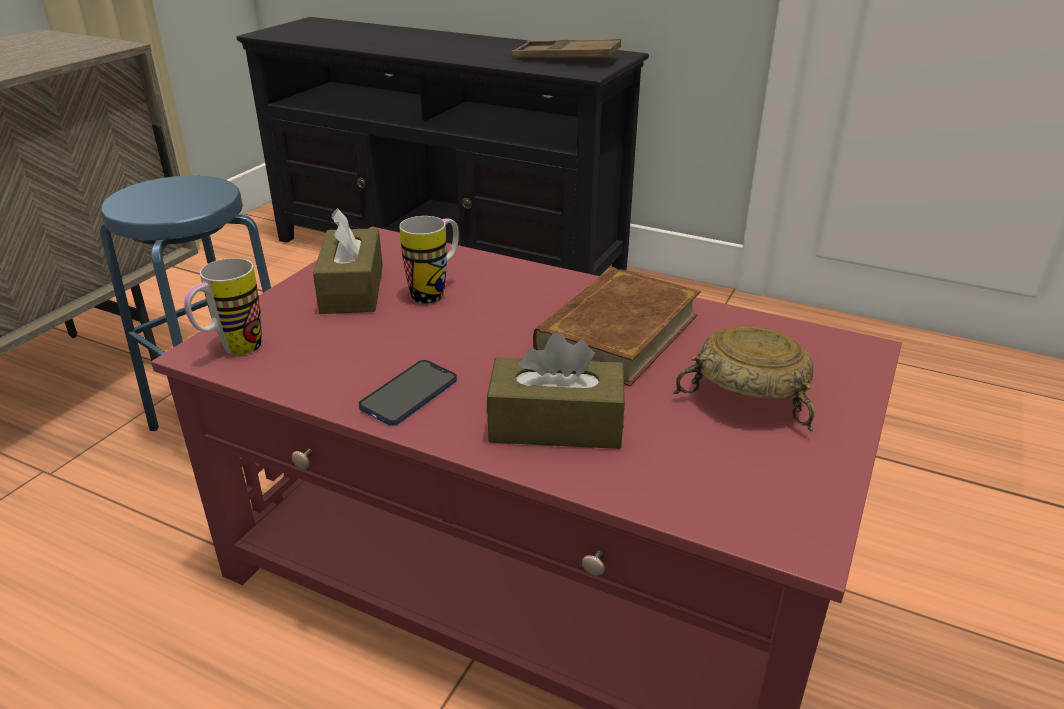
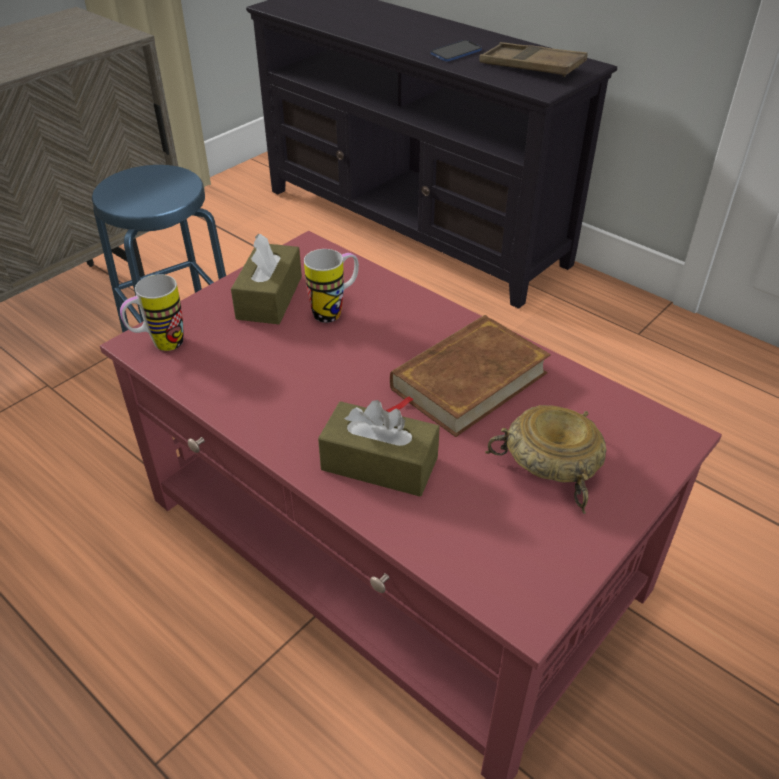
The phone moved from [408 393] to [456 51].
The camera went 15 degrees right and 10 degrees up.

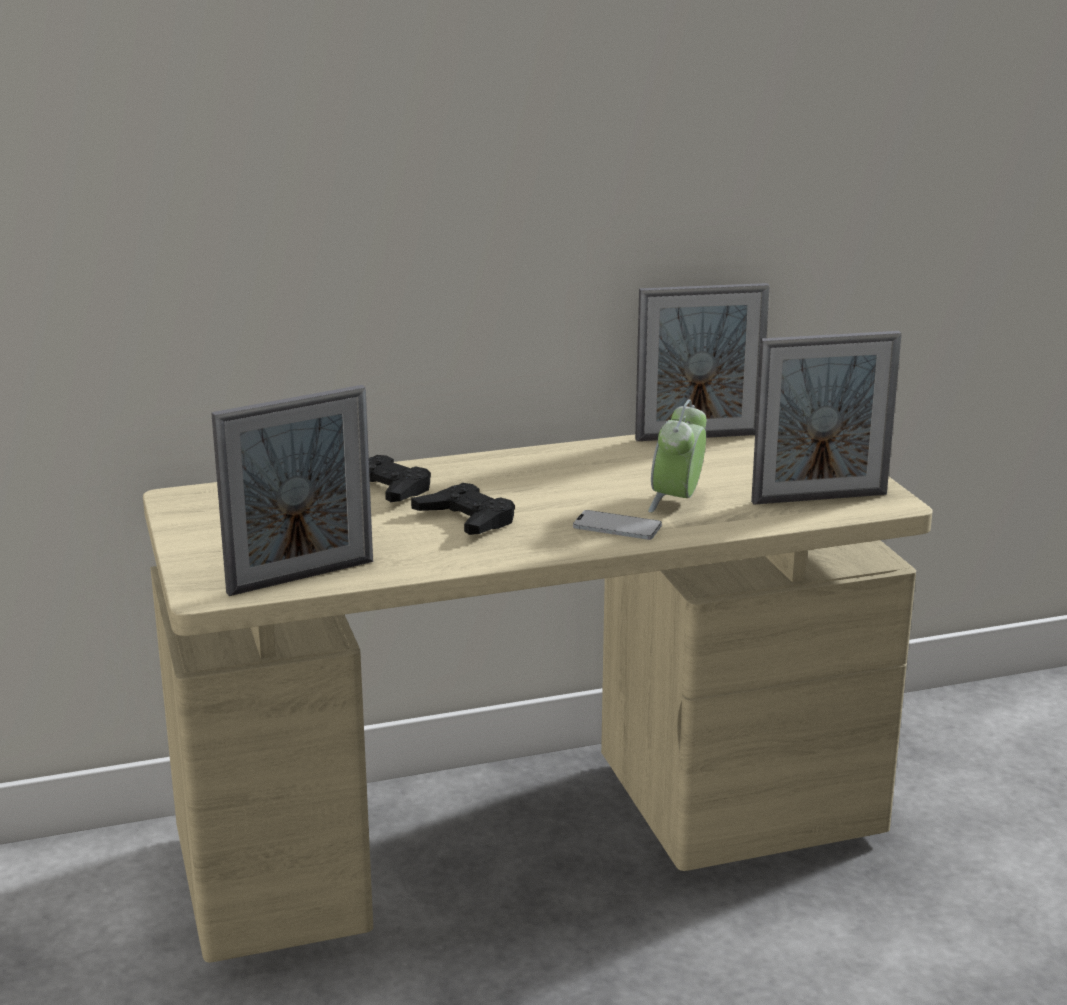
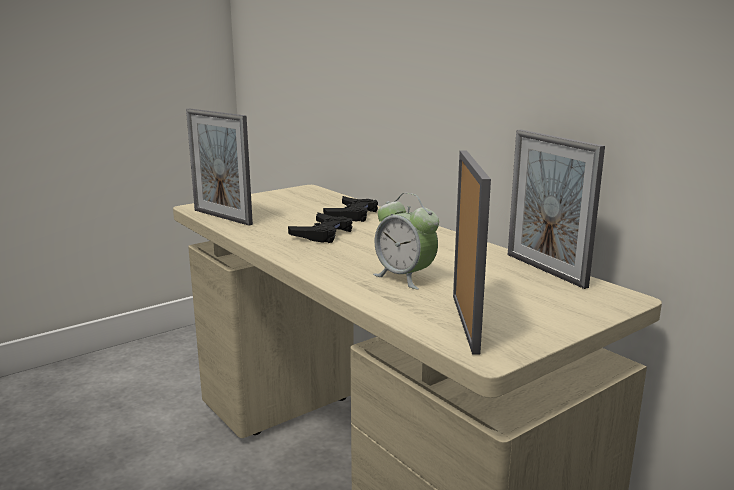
The alarm clock at [677 456] turned 135 degrees counterclockwise.
The picture frame at [826 417] turned 150 degrees counterclockwise.
The phone at [617 525] disappeared.
The camera went 70 degrees right and 5 degrees down.

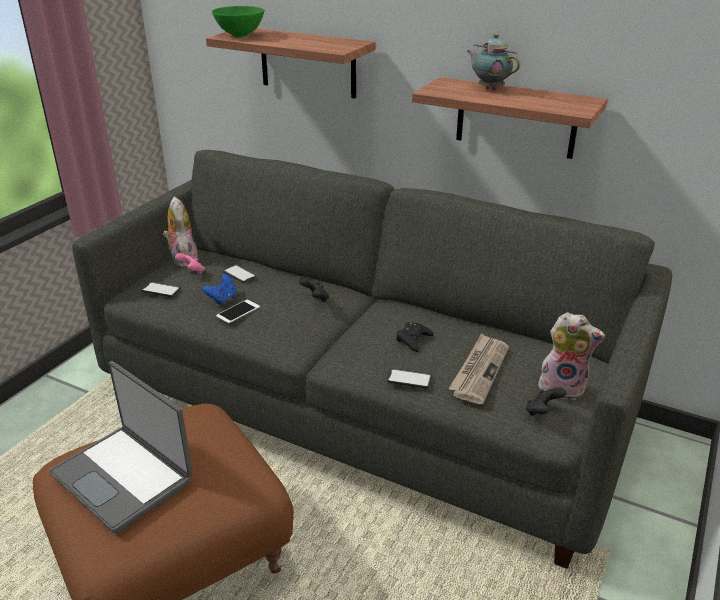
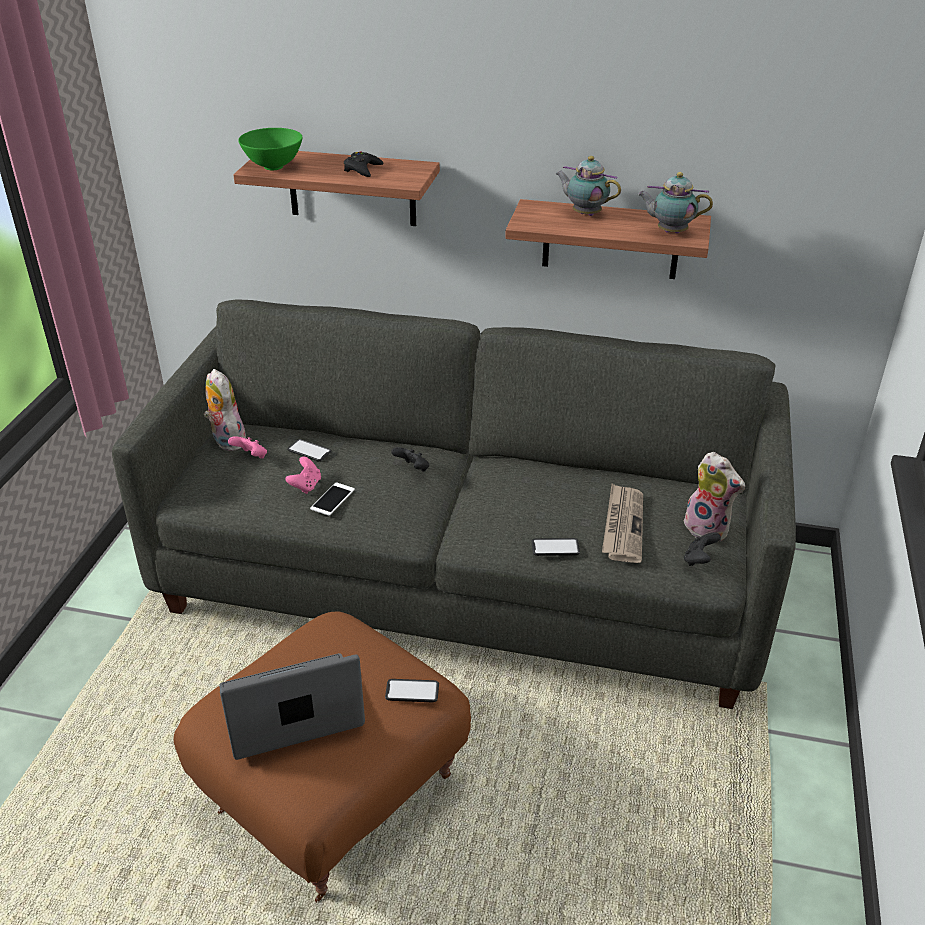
The laptop at [121 447] turned 135 degrees clockwise.
The game controller in blue at [220 289] became the game controller in pink at [303 475].
The game controller in black moved from [415 337] to [363 164].
The phone moved from [161 289] to [412 690].
The teapot at [675 202] appeared.
The plush toy at [571 356] turned 45 degrees clockwise.
The camera went 15 degrees left and 5 degrees up.

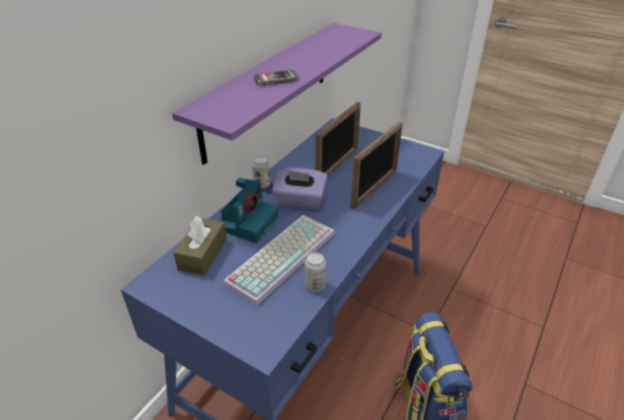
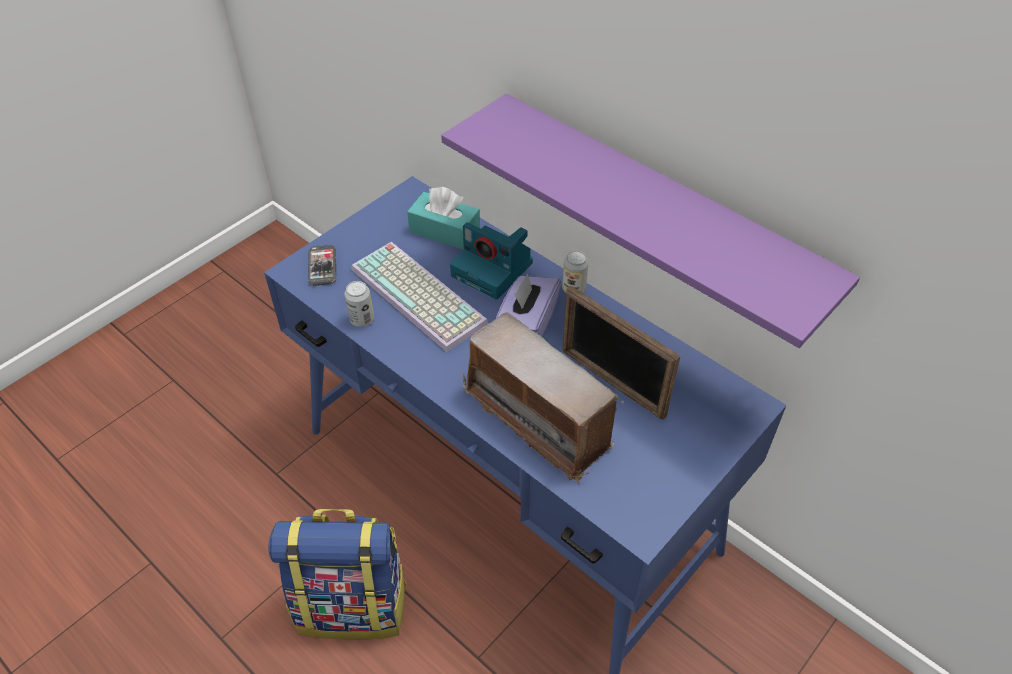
The phone moved from [276 78] to [322 265].
The tissue box in brown at [200 246] became the tissue box in turquoise at [443 218].
The picture frame at [376 165] was replaced by the radio at [544 397].
The camera went 100 degrees right and 10 degrees up.

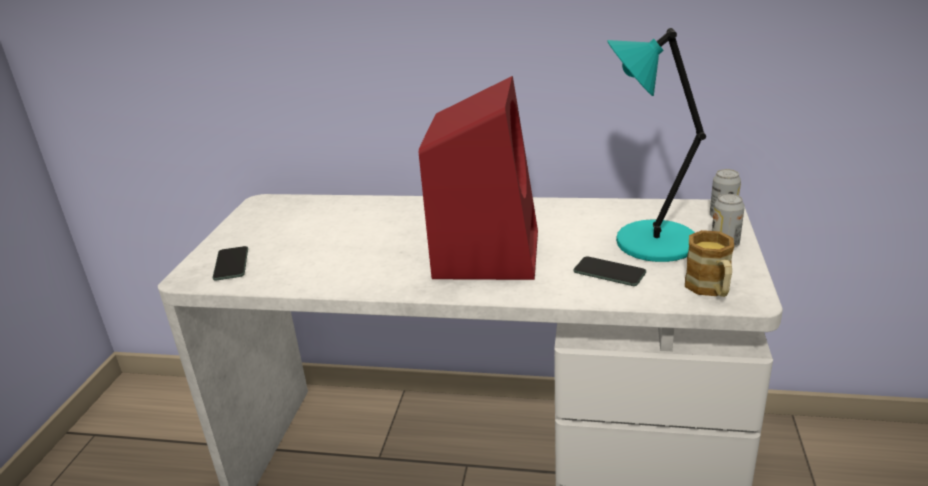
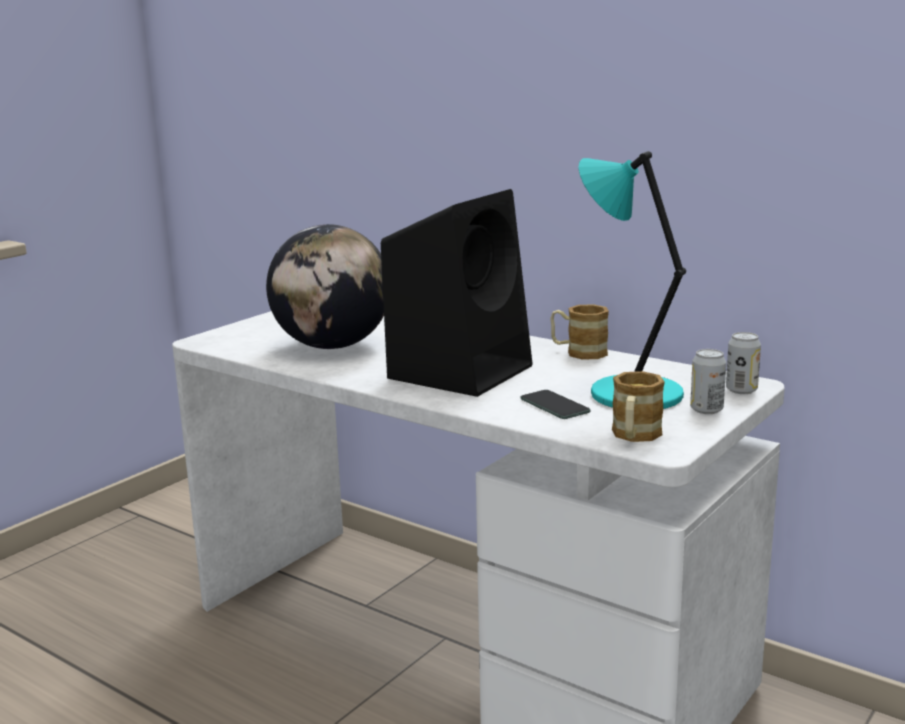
The globe at [325 286] appeared.
The speaker in red at [478 178] became the speaker in black at [456 293].
The mug at [579 332] appeared.
The phone at [230 263] disappeared.
The camera went 25 degrees right and 10 degrees down.

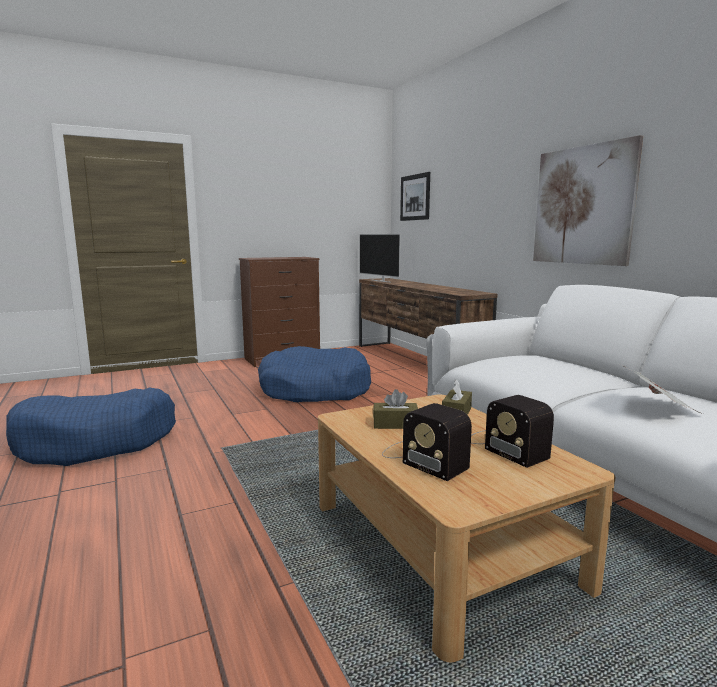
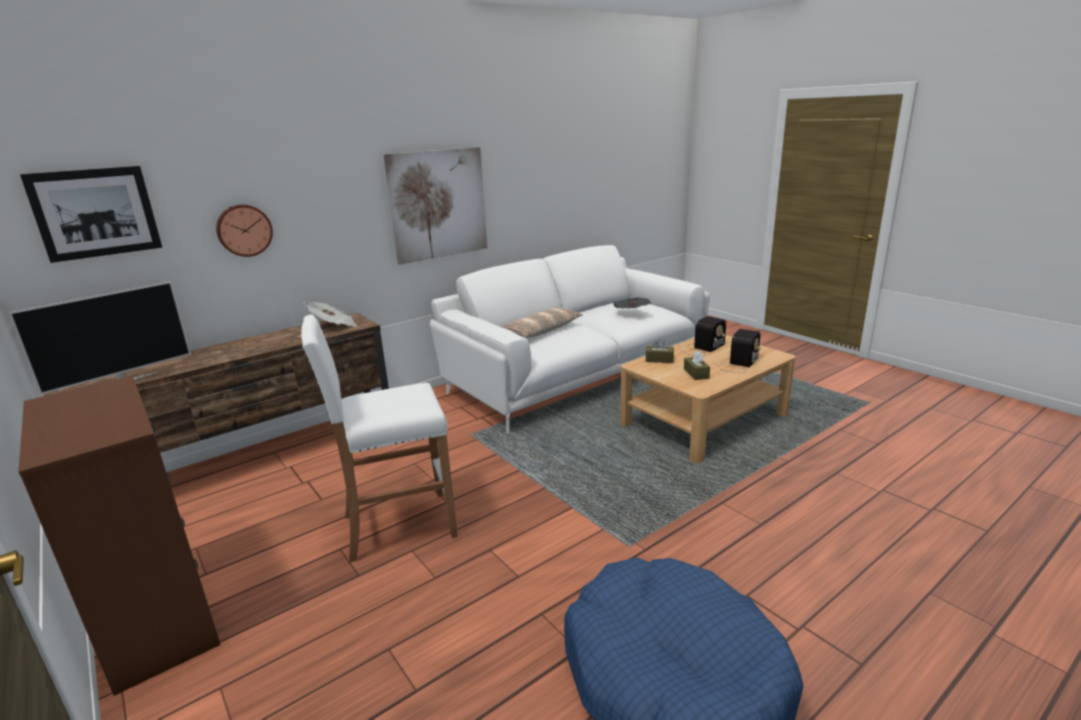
The wall clock at [244 230] appeared.
The dog bed in blue at [314 374] was replaced by the stool in white at [379 438].
The newspaper at [330 314] appeared.
The pillow at [542 322] appeared.
The camera went 100 degrees left and 10 degrees up.

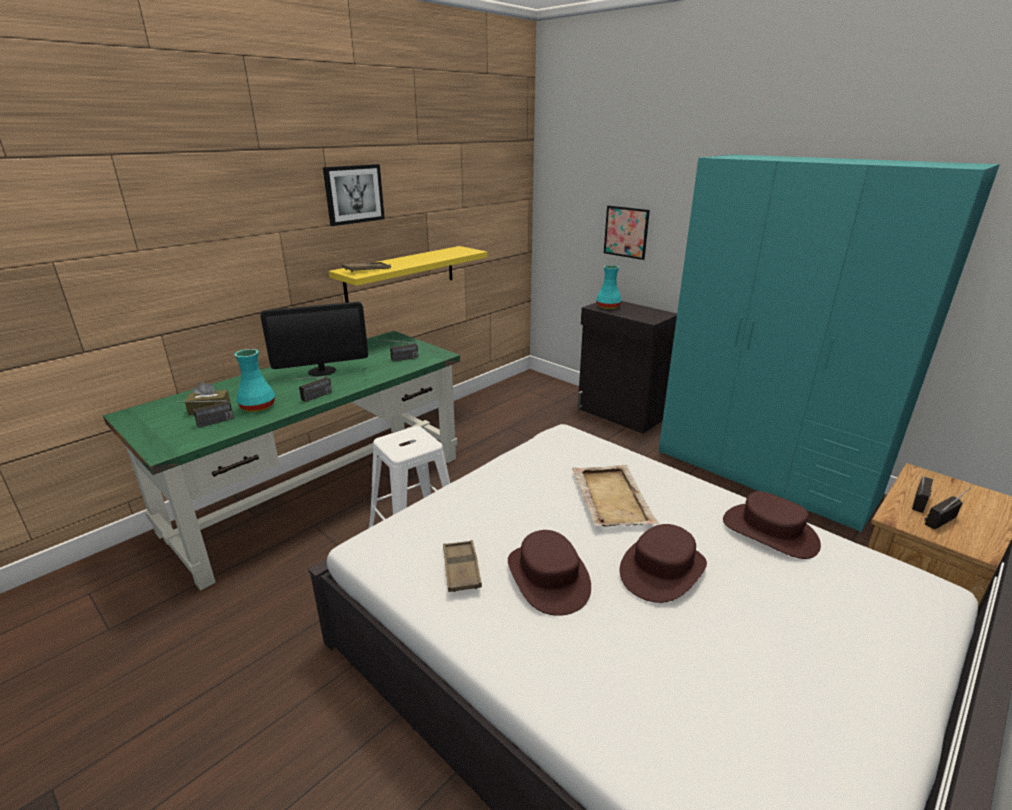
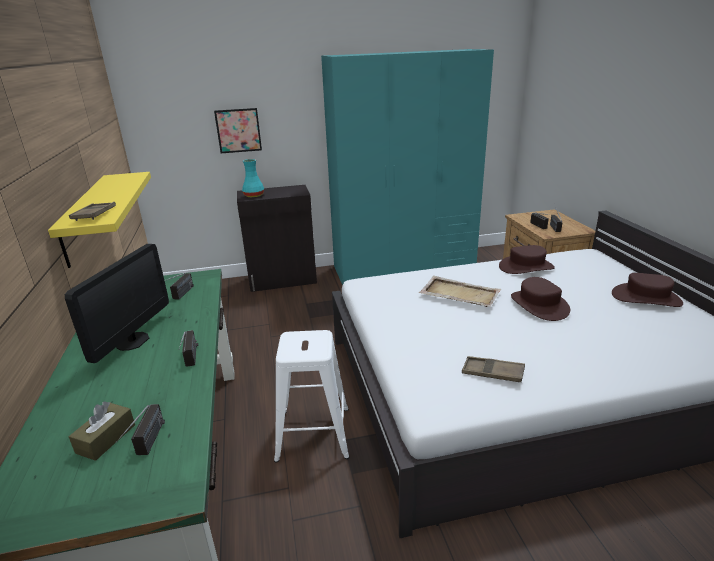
The hat in brown moved from [549 573] to [647 290].
The vase in turquoise at [254 380] disappeared.
The picture at [354 195] disappeared.
The camera went 55 degrees left and 0 degrees up.

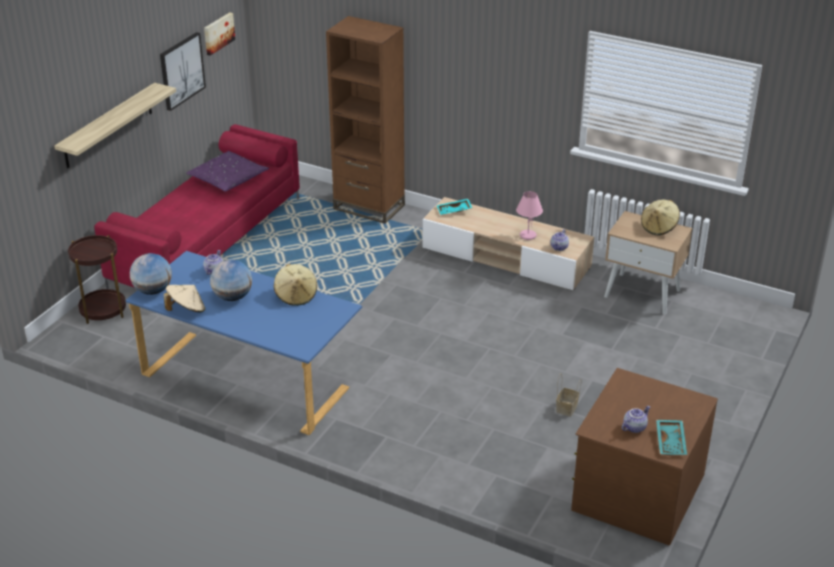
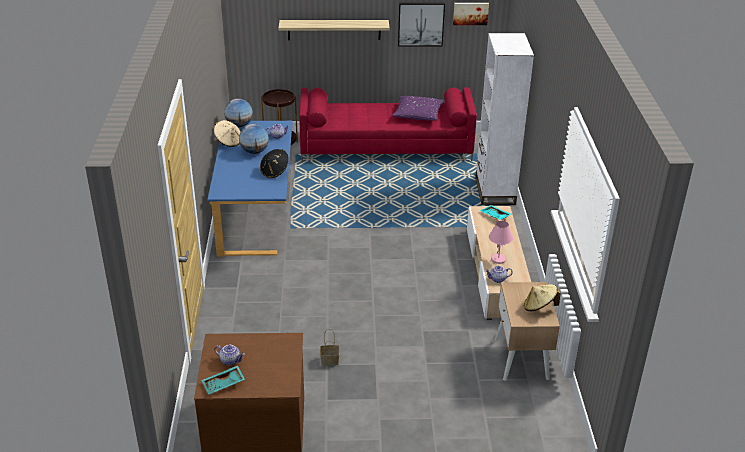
The hat in beige at [295 285] became the hat in black at [274 163].
The bookcase in brown at [365 120] became the bookcase in white at [504 119].
The camera went 60 degrees right and 0 degrees up.

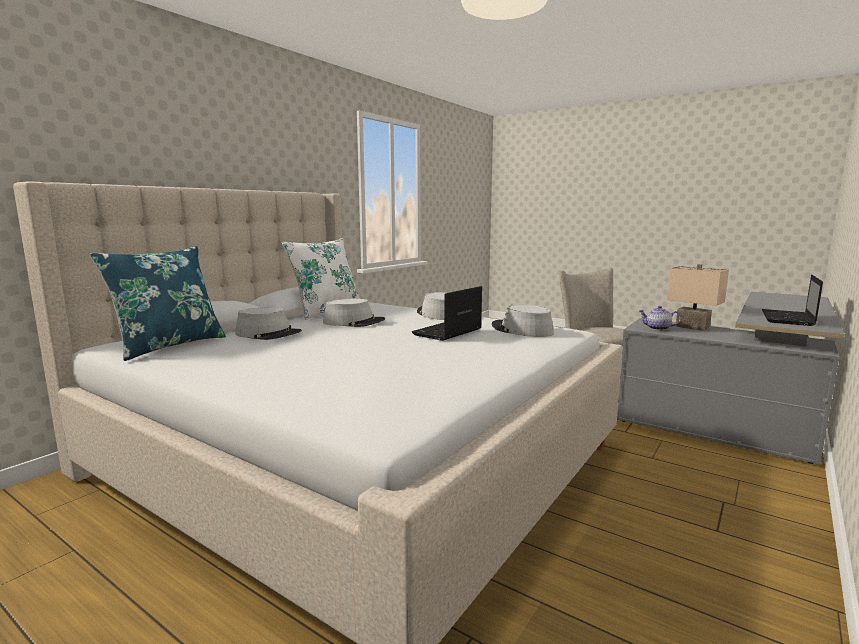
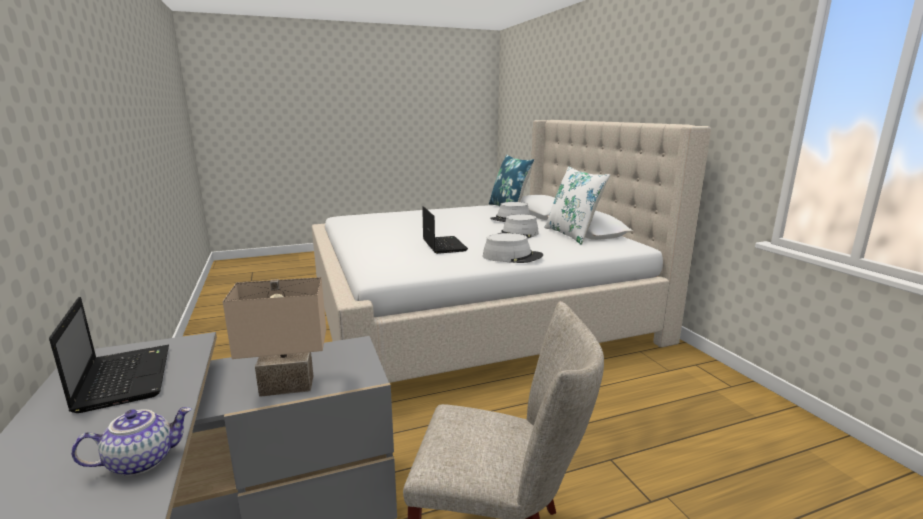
The teapot moved from [659 318] to [131 441].
The hat in grey at [523 320] disappeared.
The camera went 125 degrees right and 5 degrees up.

